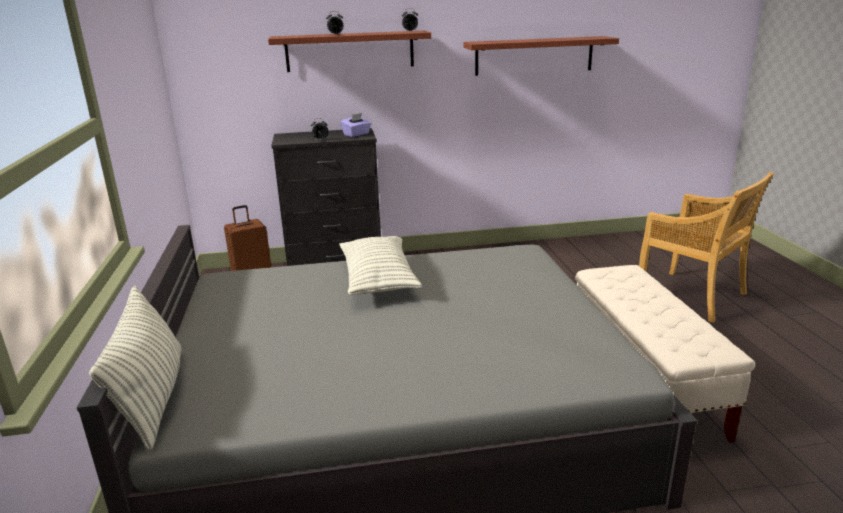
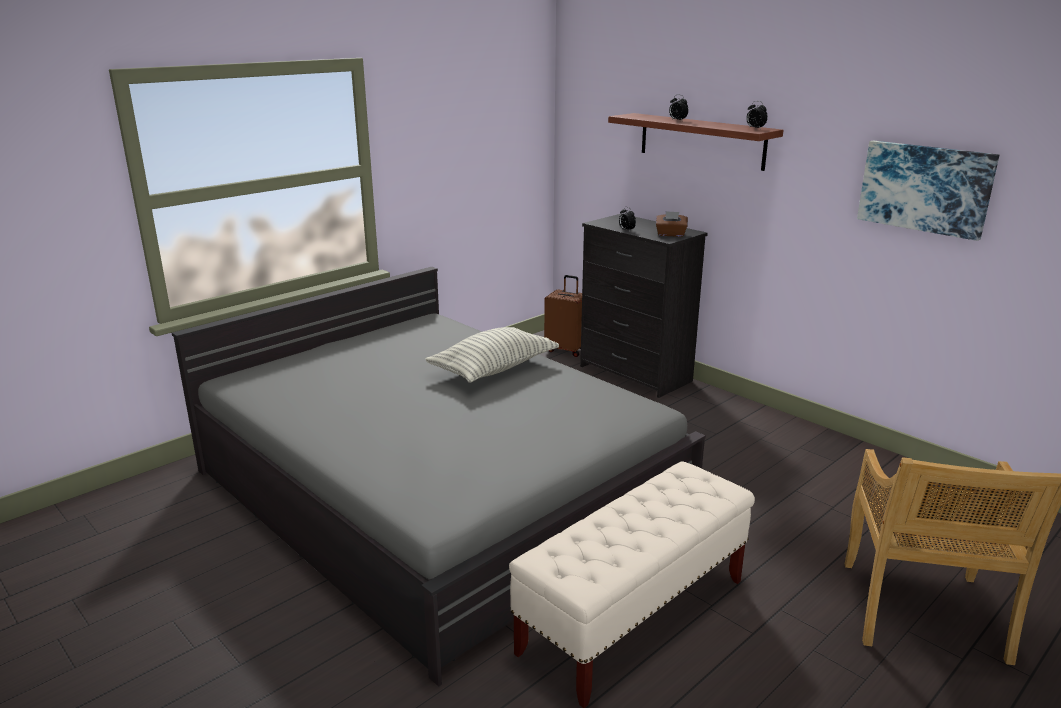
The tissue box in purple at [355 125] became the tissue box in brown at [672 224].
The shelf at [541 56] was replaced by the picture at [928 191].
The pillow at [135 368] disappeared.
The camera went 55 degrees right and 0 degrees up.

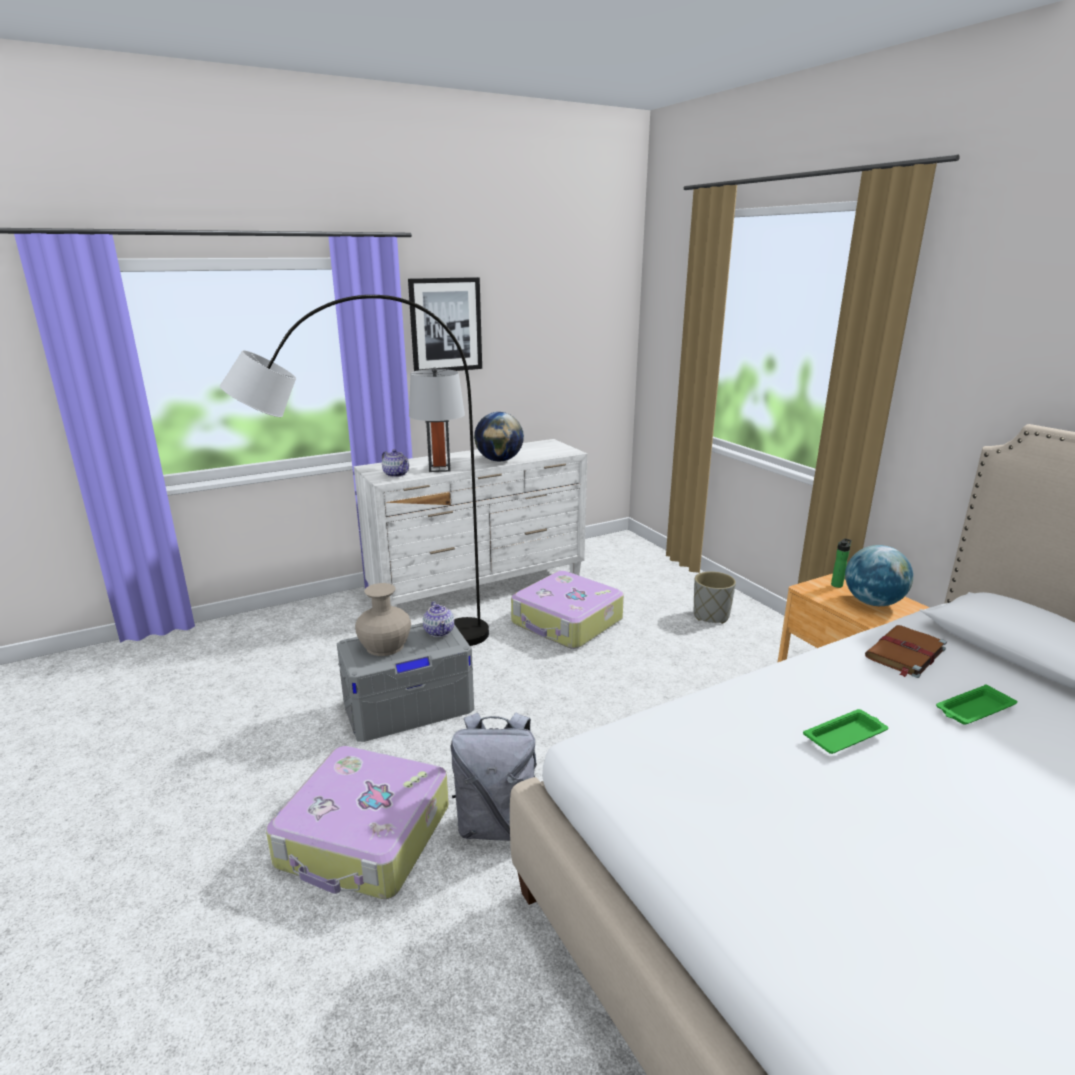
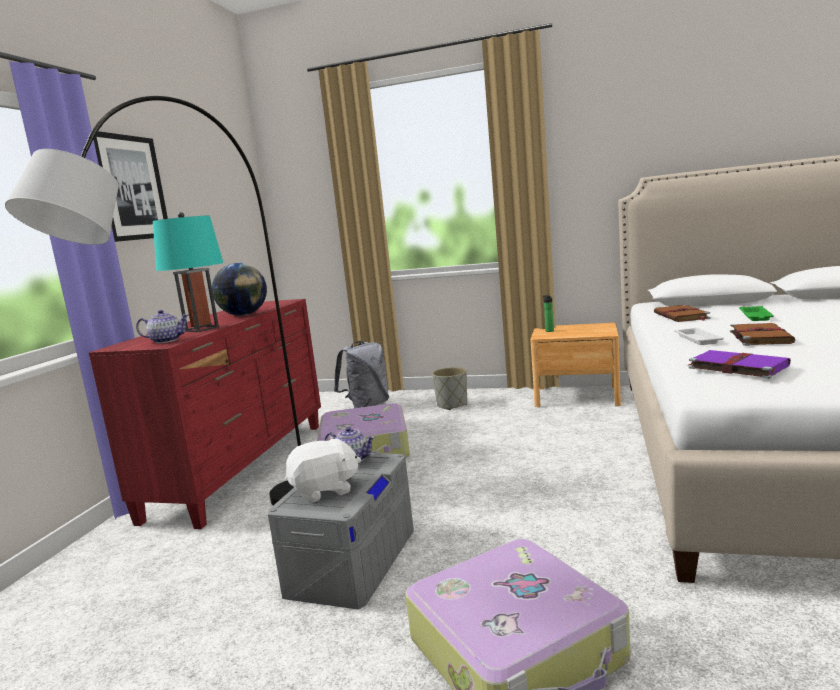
The dresser in white at [470 523] became the dresser in red at [205 414].
The table lamp in grey at [437 419] became the table lamp in turquoise at [188 272].
The vase in beige at [383 619] was replaced by the plush toy in white at [323 470].
The backpack in grey moved from [493 777] to [361 374].
The tray in white at [699 336] appeared.
The book in purple at [740 364] appeared.
The tray in green at [845 731] was replaced by the book in brown at [762 334].
The globe at [879 575] disappeared.
The camera went 45 degrees left and 10 degrees down.

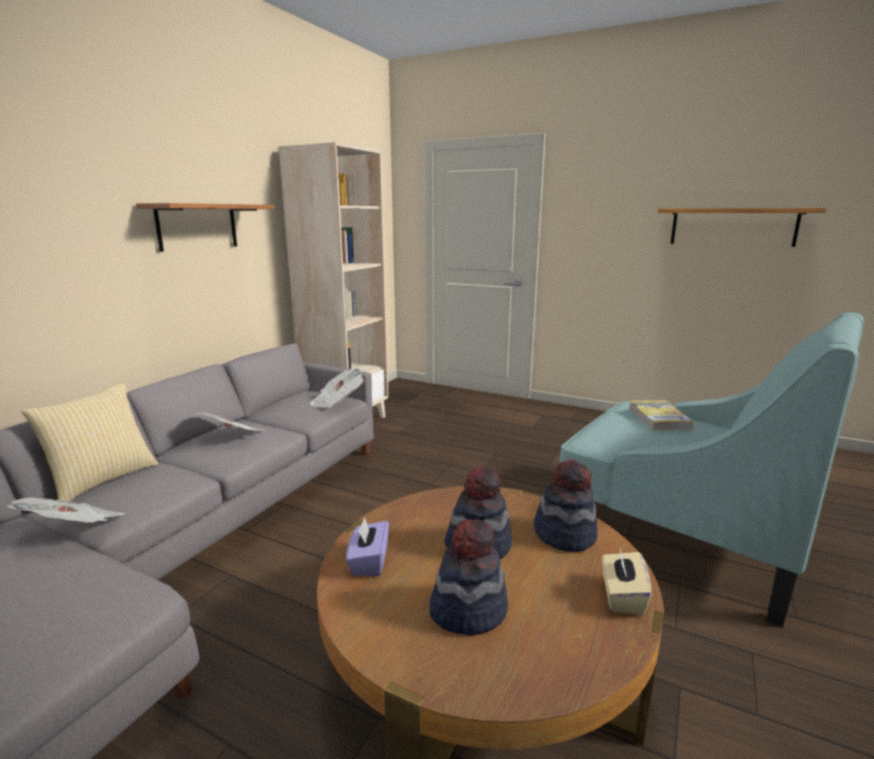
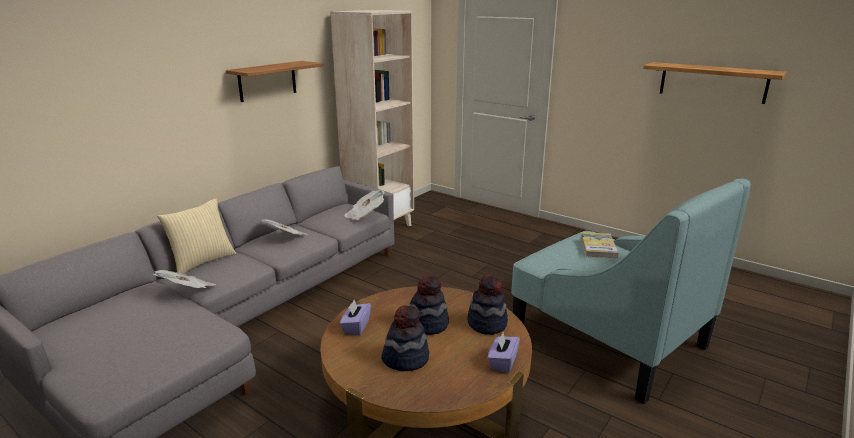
The tissue box in beige at [627 582] became the tissue box in purple at [503 352].
The camera went 10 degrees right and 5 degrees up.

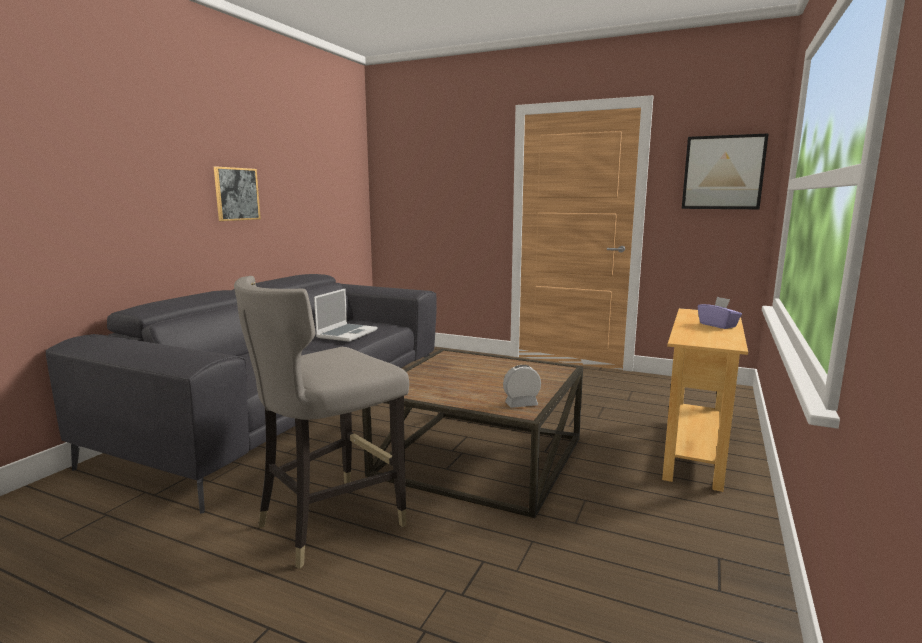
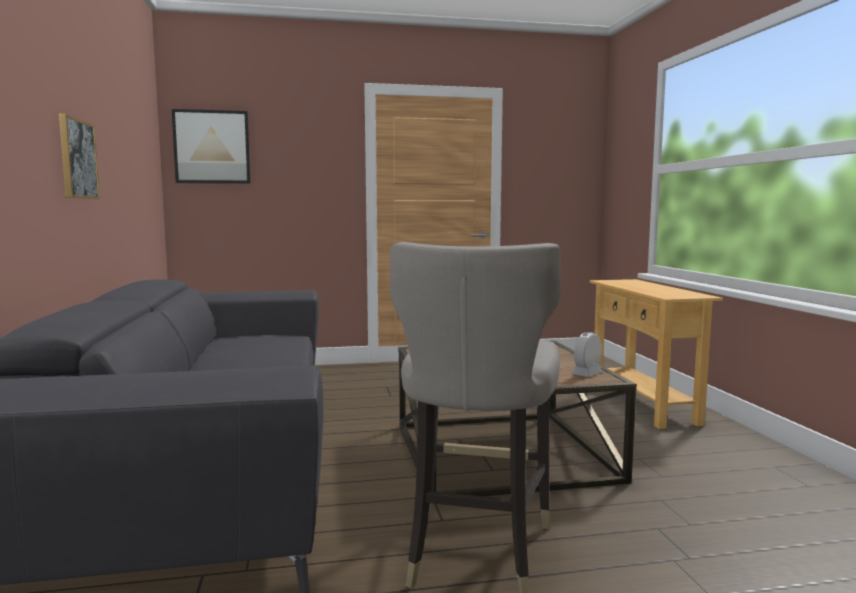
The picture moved from [725 171] to [211 146].
The laptop at [345 315] disappeared.
The tissue box in purple at [720 313] disappeared.
The camera went 35 degrees left and 5 degrees down.

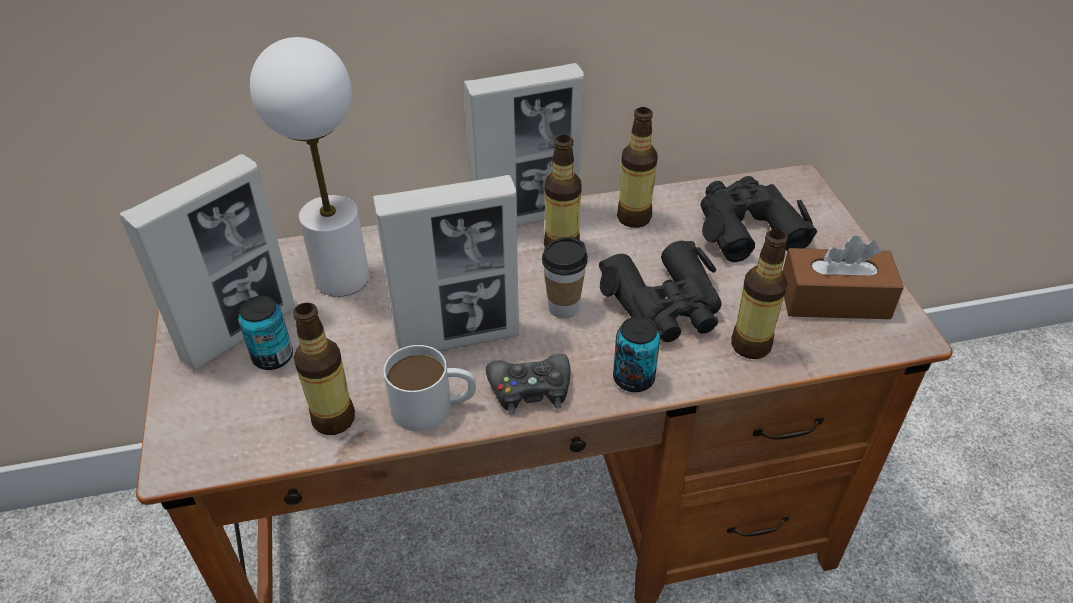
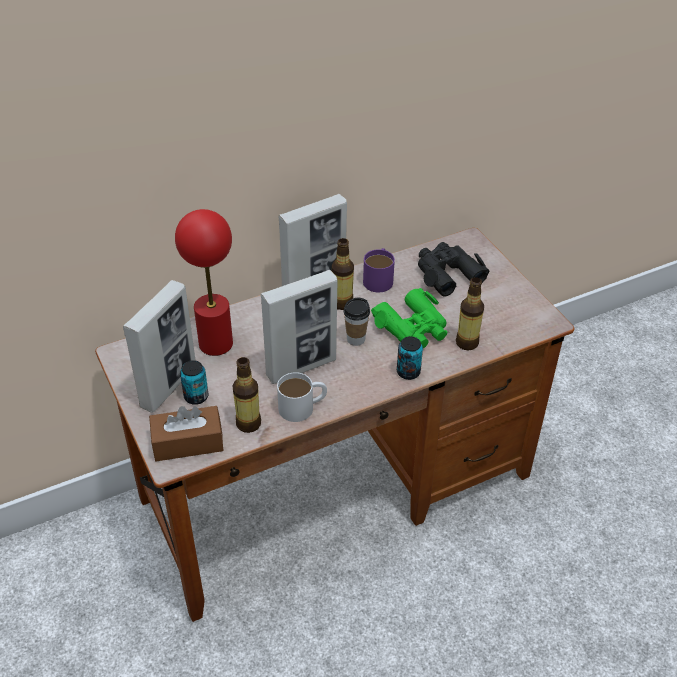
The tissue box in brown moved from [843 277] to [186 433].
The table lamp in white at [310 167] became the table lamp in red at [204 282].
The bottle at [637 167] was replaced by the mug in purple at [379 270].
The binoculars in black at [660 291] became the binoculars in green at [409 318].
The game controller in black at [528 384] disappeared.
The camera went 15 degrees left and 0 degrees up.

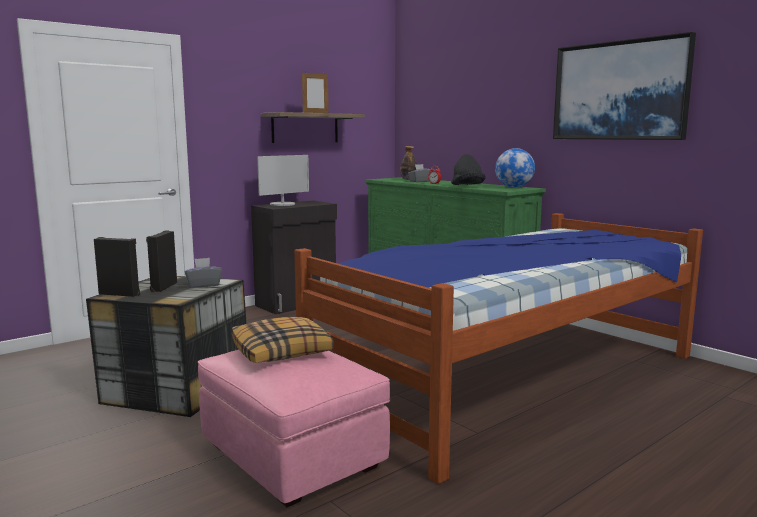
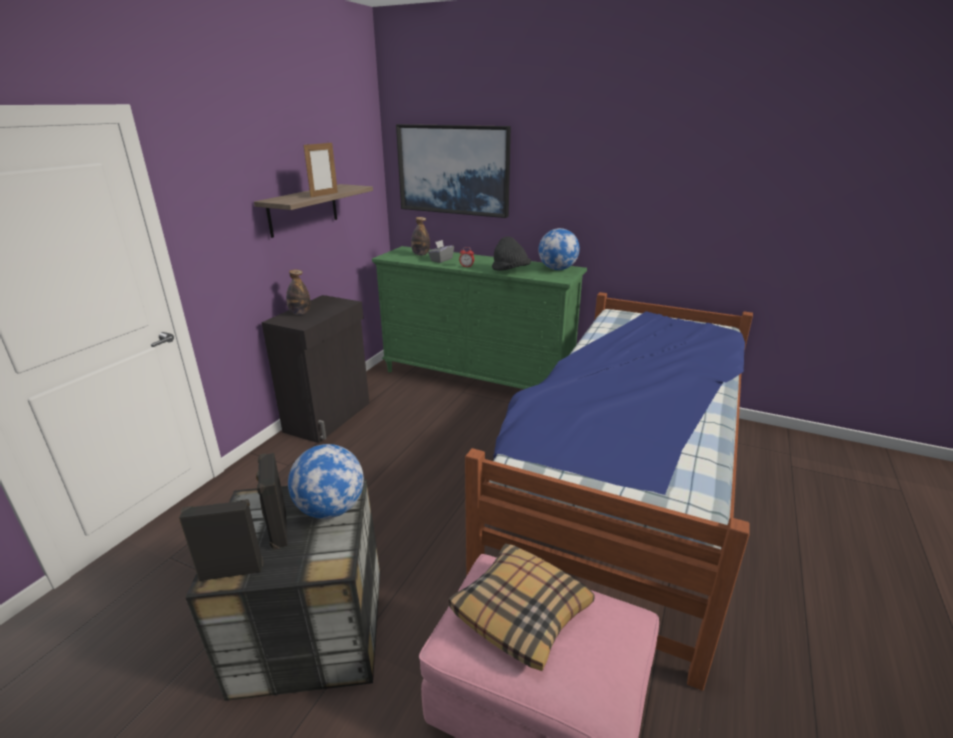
The monitor at [283 180] was replaced by the bottle at [298 292].
The tissue box in grey at [203 273] was replaced by the globe at [326 481].
The picture moved from [624 86] to [453 171].
The camera went 25 degrees left and 15 degrees up.

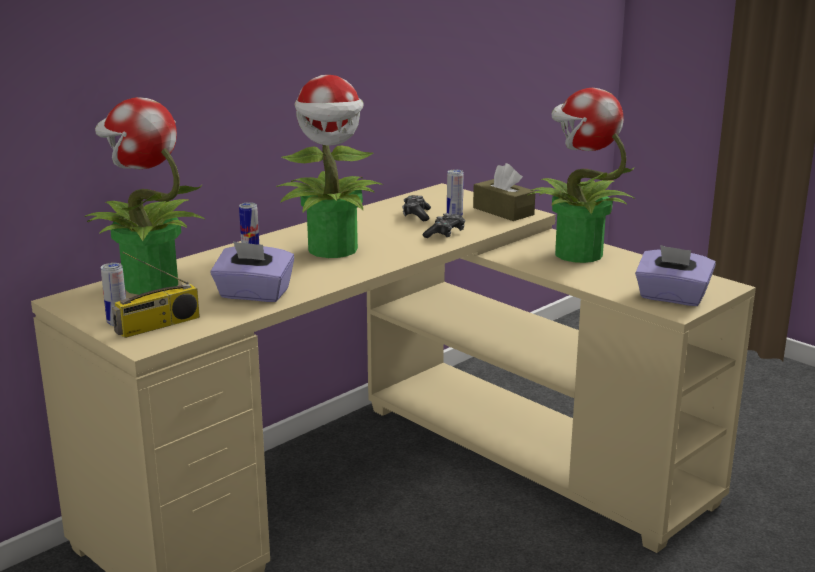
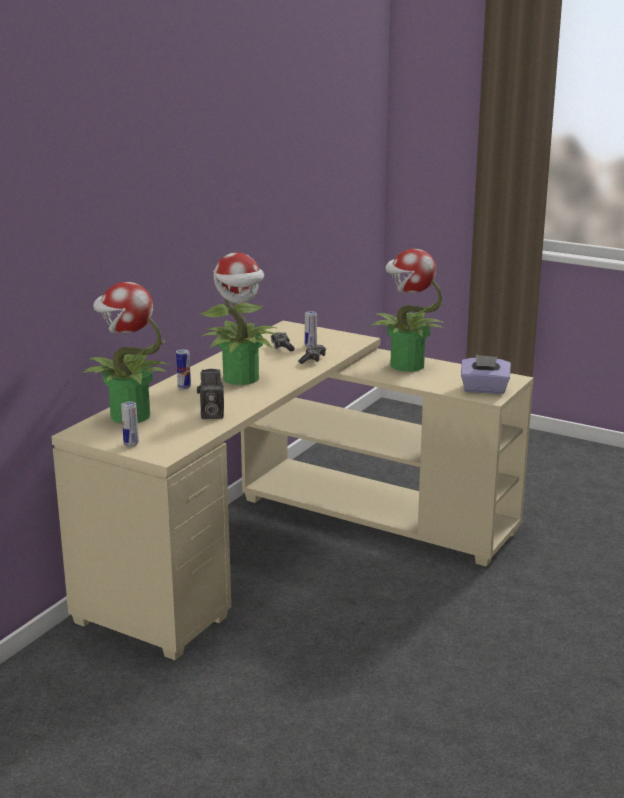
The tissue box in purple at [252 271] was replaced by the photo camera at [210 394].
The radio at [156 295] disappeared.
The tissue box in brown at [504 192] disappeared.
The camera went 15 degrees left and 0 degrees up.

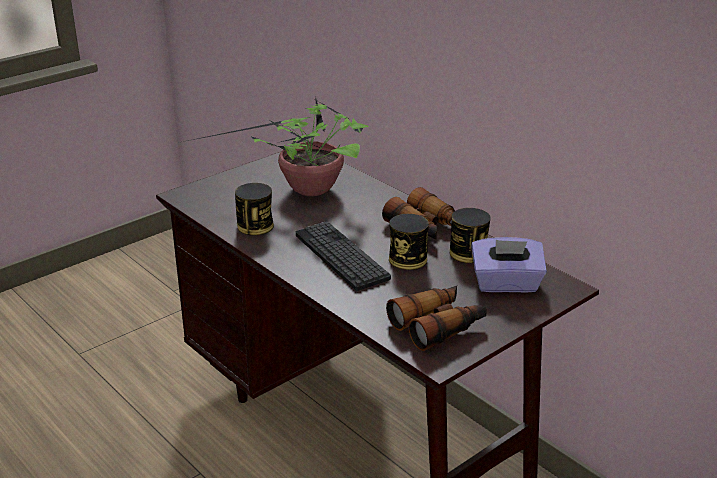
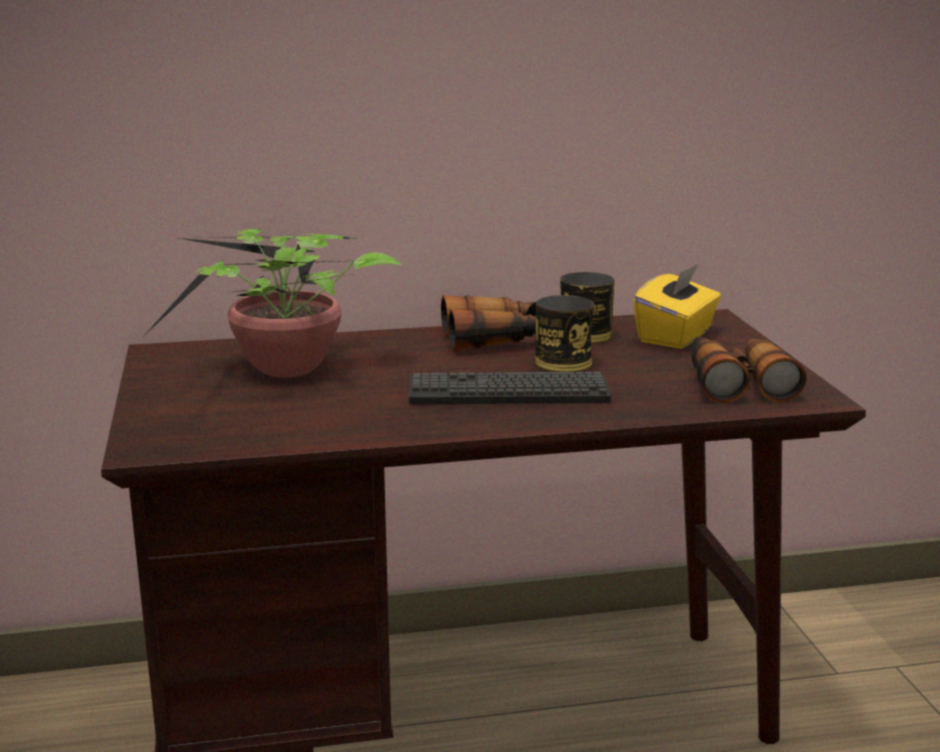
The tissue box in purple at [509 265] became the tissue box in yellow at [677 306].
The can at [254 209] disappeared.
The camera went 60 degrees left and 10 degrees down.

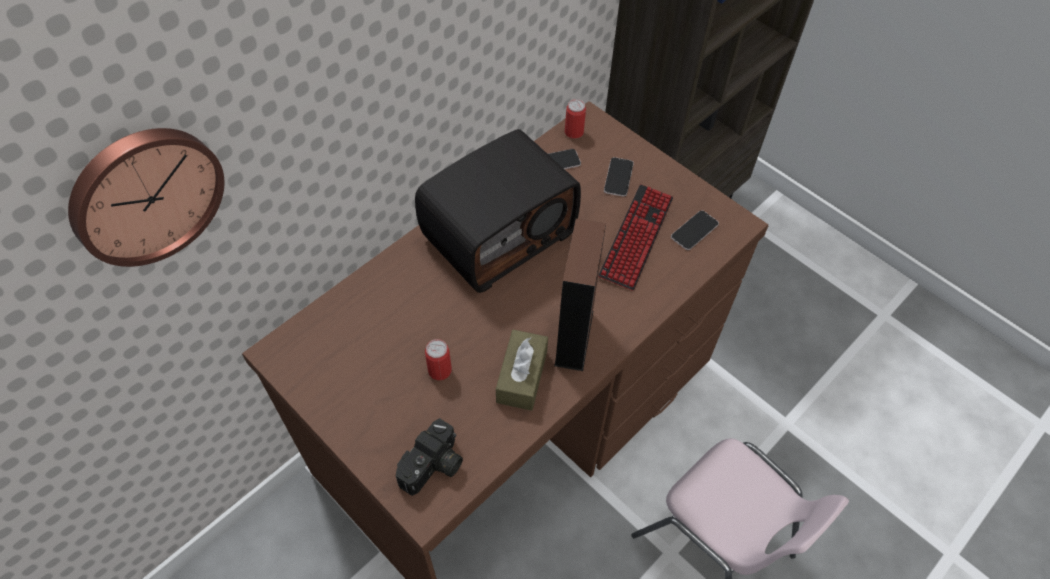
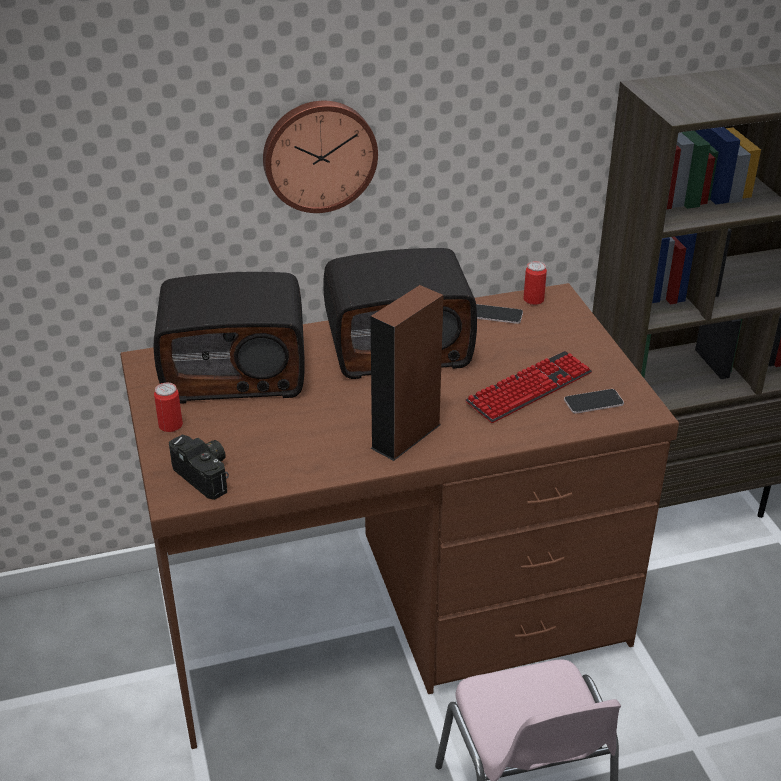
The radio at [229 338] appeared.
The can moved from [438 359] to [168 407].
The photo camera at [429 457] turned 105 degrees counterclockwise.
The wall clock moved from [146 197] to [320 157].
The tissue box in brown at [522 370] disappeared.
The phone at [619 177] disappeared.
The camera went 30 degrees right and 20 degrees down.

